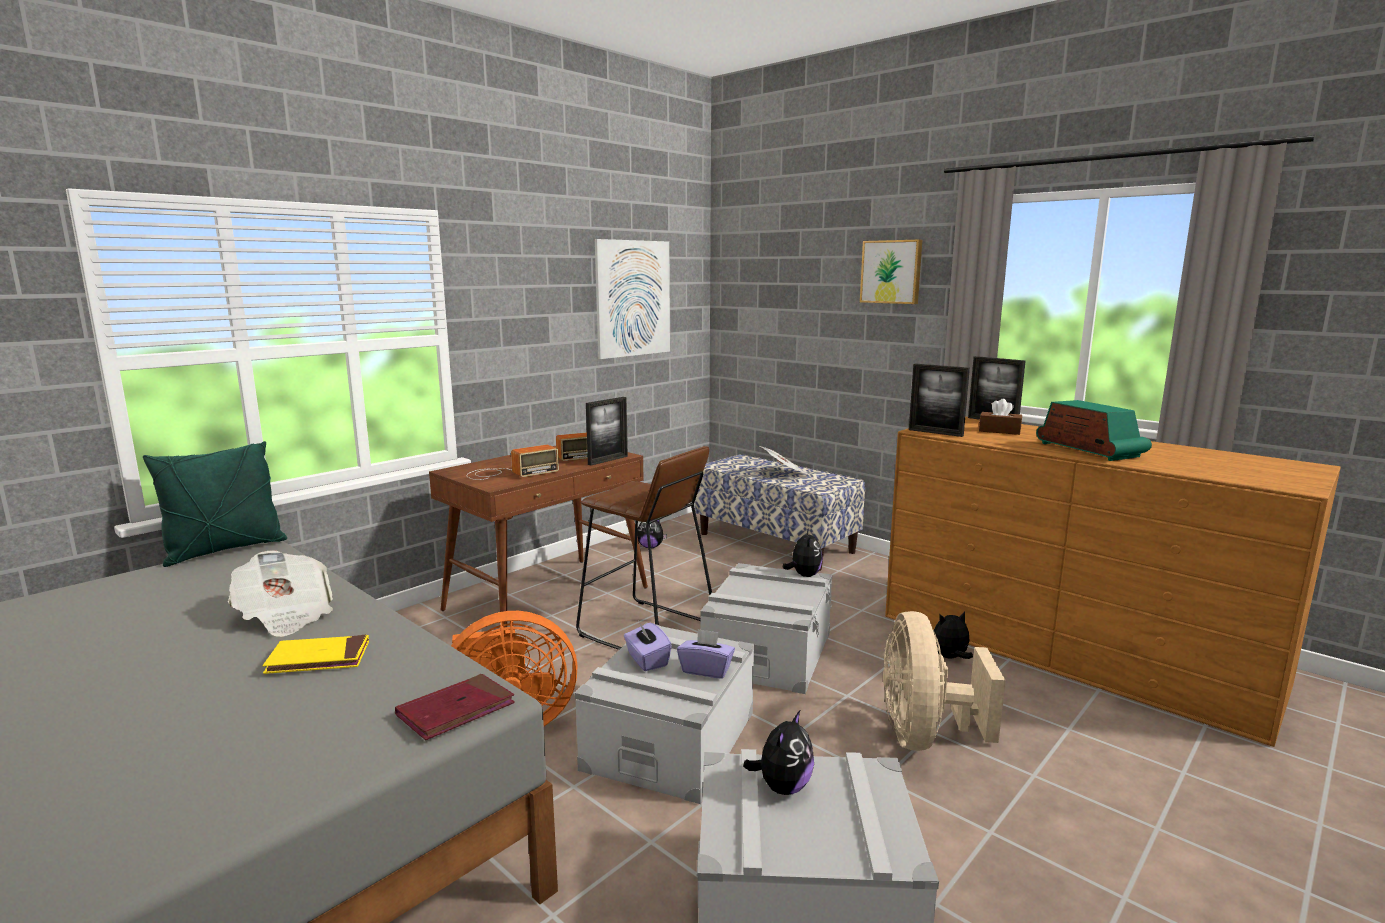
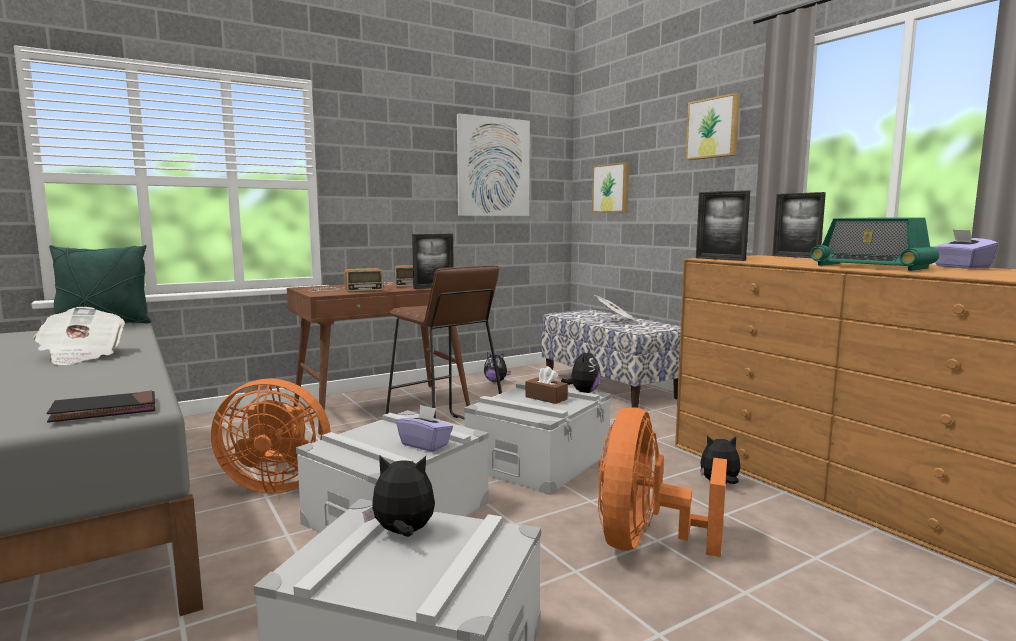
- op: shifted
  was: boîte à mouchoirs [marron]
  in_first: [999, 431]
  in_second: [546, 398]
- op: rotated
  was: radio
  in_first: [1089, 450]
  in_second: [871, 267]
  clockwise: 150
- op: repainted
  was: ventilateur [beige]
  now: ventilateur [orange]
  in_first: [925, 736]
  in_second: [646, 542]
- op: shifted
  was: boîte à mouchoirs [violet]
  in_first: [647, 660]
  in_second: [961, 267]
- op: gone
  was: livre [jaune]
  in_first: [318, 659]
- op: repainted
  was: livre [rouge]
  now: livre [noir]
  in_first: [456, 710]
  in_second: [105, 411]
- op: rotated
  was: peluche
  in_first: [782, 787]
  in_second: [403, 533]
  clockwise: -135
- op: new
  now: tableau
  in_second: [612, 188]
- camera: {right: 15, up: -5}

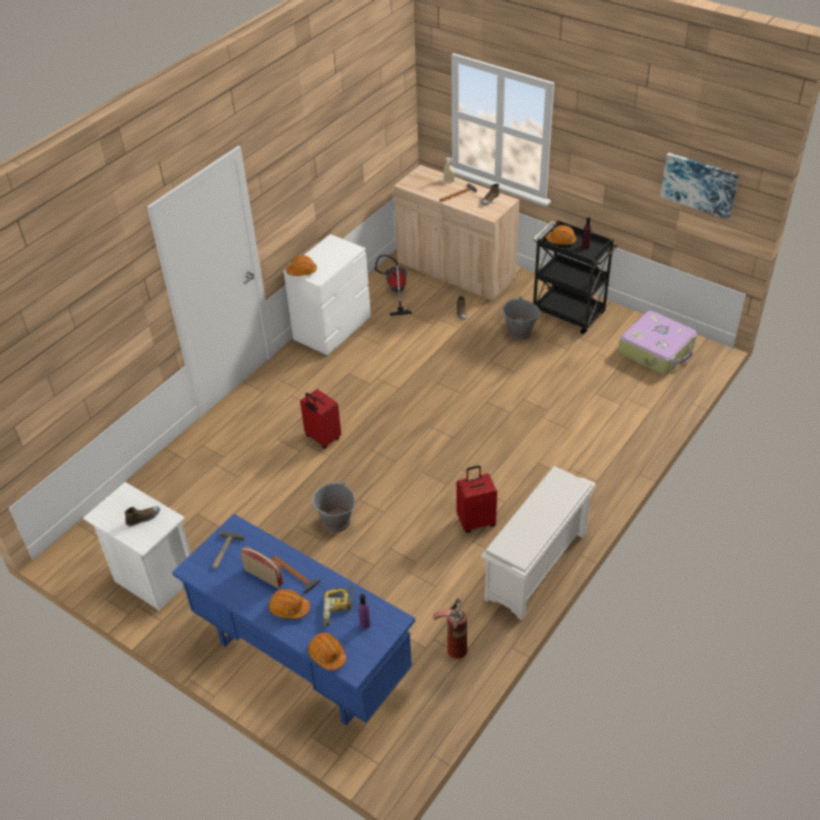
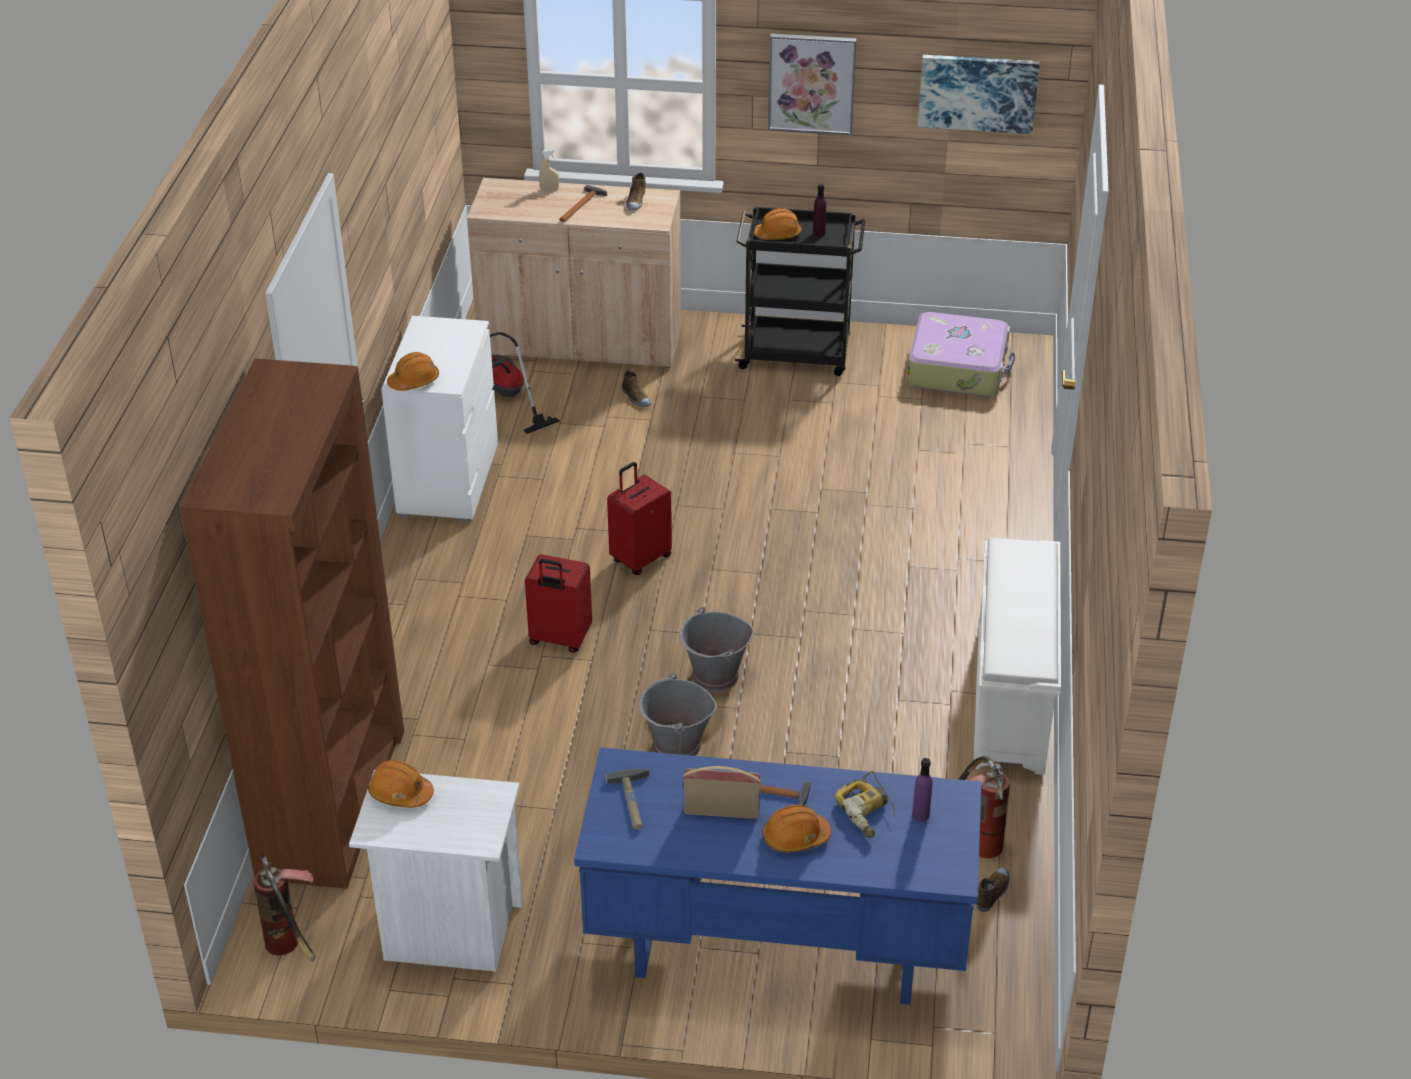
- op: shifted
  was: seau [gris]
  in_first: [519, 333]
  in_second: [715, 676]
- op: shifted
  was: valise [rouge]
  in_first: [476, 521]
  in_second: [640, 558]
- op: shifted
  was: chaussure
  in_first: [143, 518]
  in_second: [993, 892]
- op: shifted
  was: casque de chantier [orange]
  in_first: [327, 654]
  in_second: [400, 793]
- op: new
  now: tableau
  in_second: [811, 83]
- op: new
  now: bibliothèque [marron]
  in_second: [332, 802]
- op: new
  now: extincteur
  in_second: [292, 948]
- camera: {right: -30, up: -5}

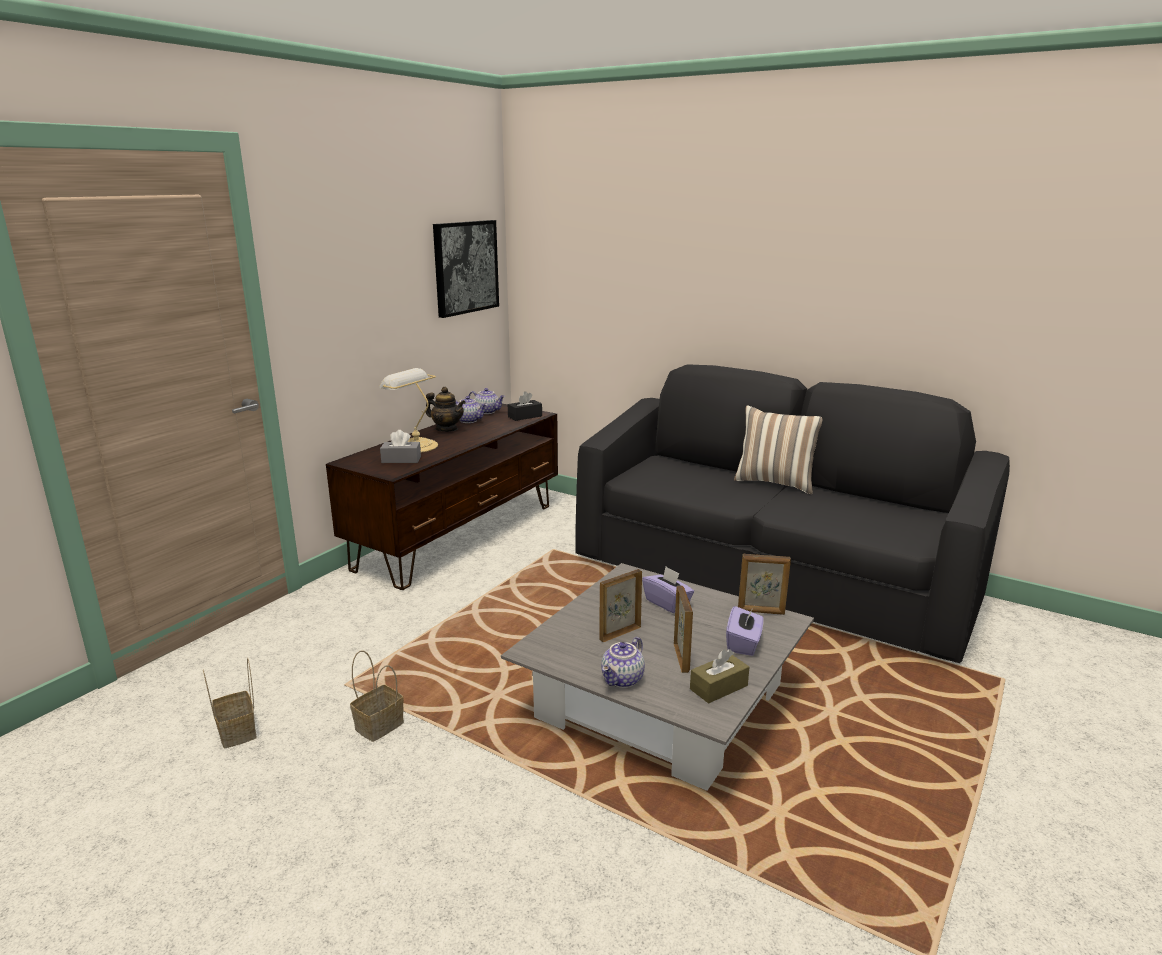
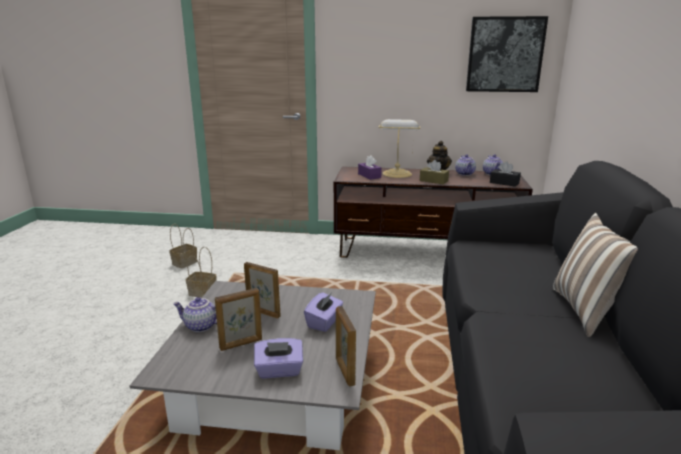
- op: repainted
  was: boîte à mouchoirs [gris]
  now: boîte à mouchoirs [violet]
  in_first: [401, 459]
  in_second: [369, 176]
- op: shifted
  was: boîte à mouchoirs [marron]
  in_first: [718, 687]
  in_second: [433, 181]
- camera: {right: 65, up: 0}

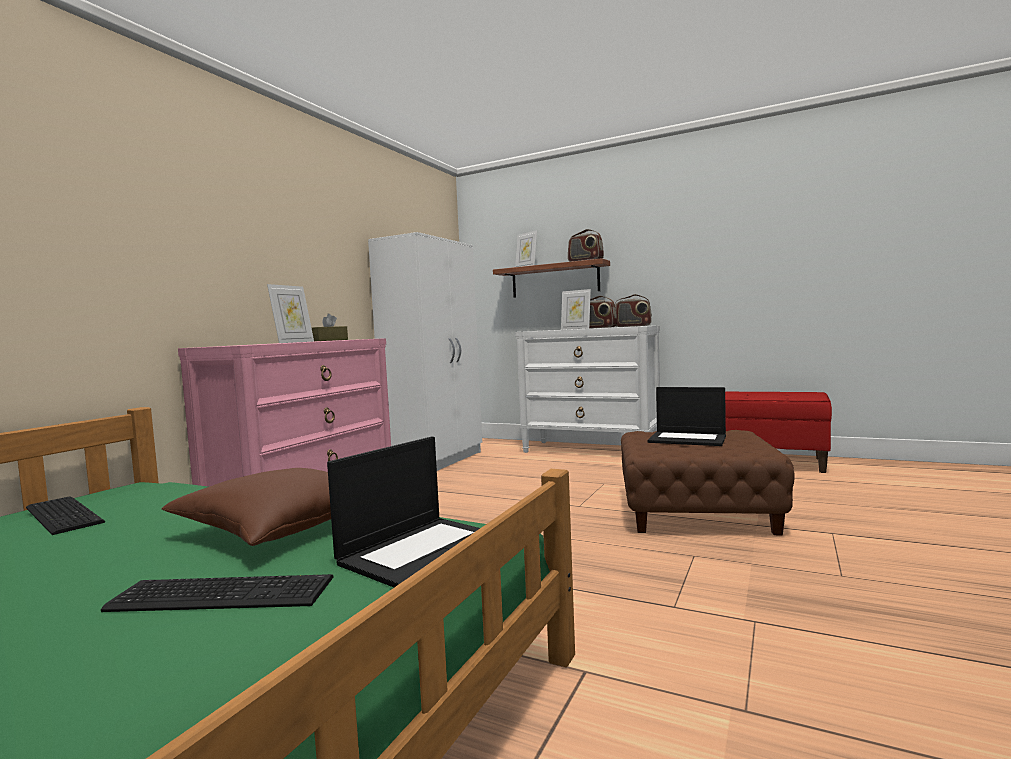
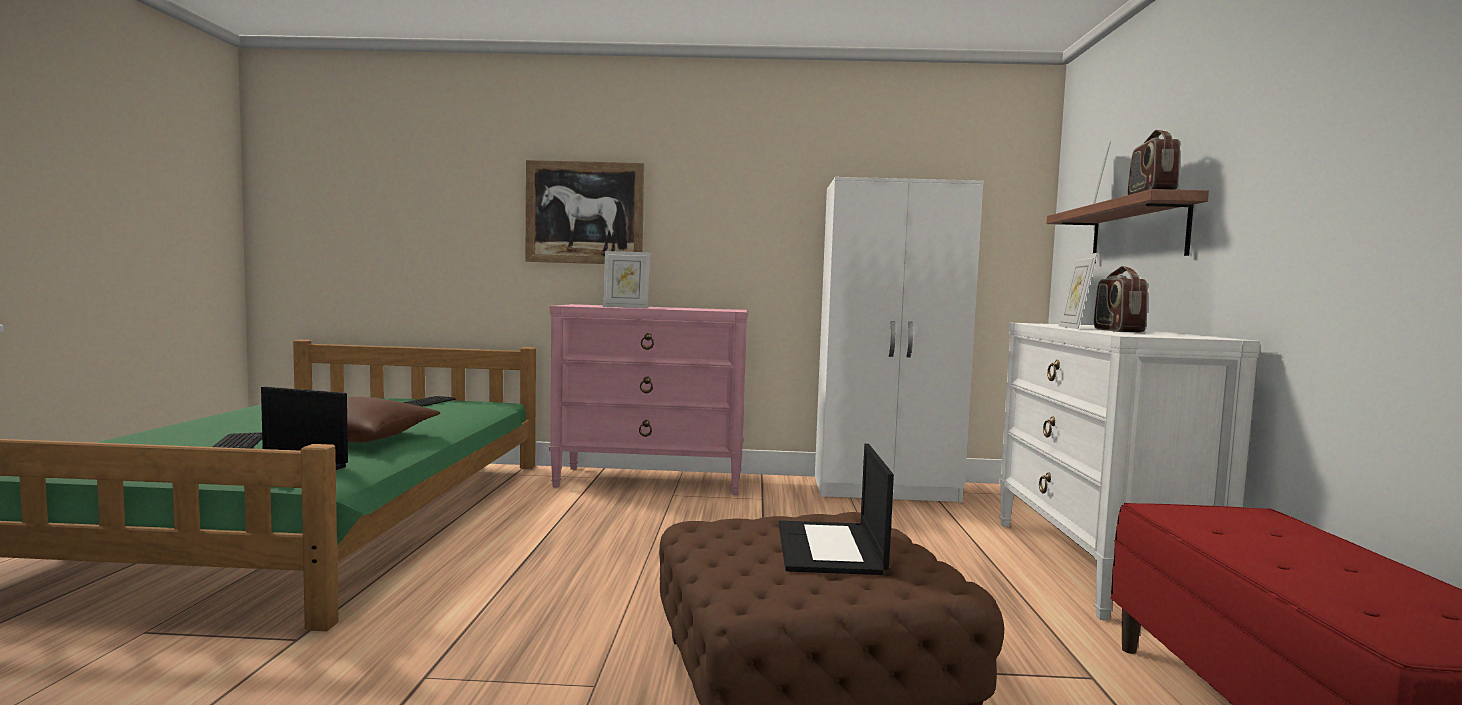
- op: gone
  was: radio
  in_first: [632, 326]
- op: gone
  was: boîte à mouchoirs [marron]
  in_first: [329, 340]
- op: new
  now: tableau
  in_second: [585, 213]
- camera: {right: 65, up: 0}

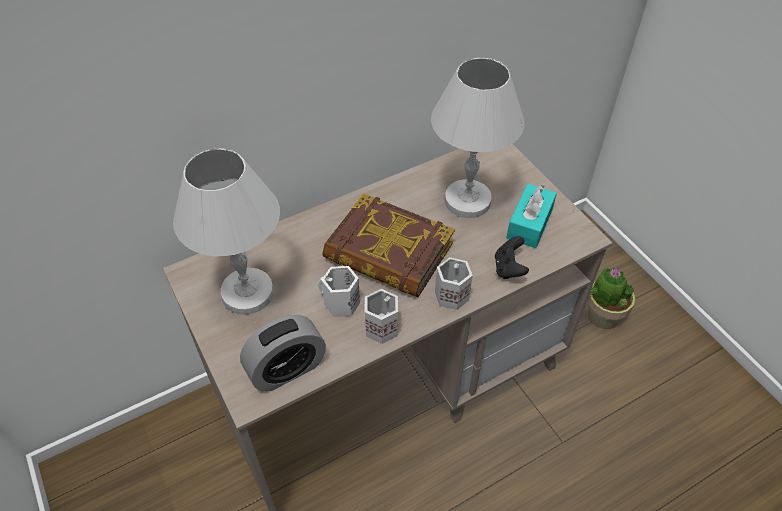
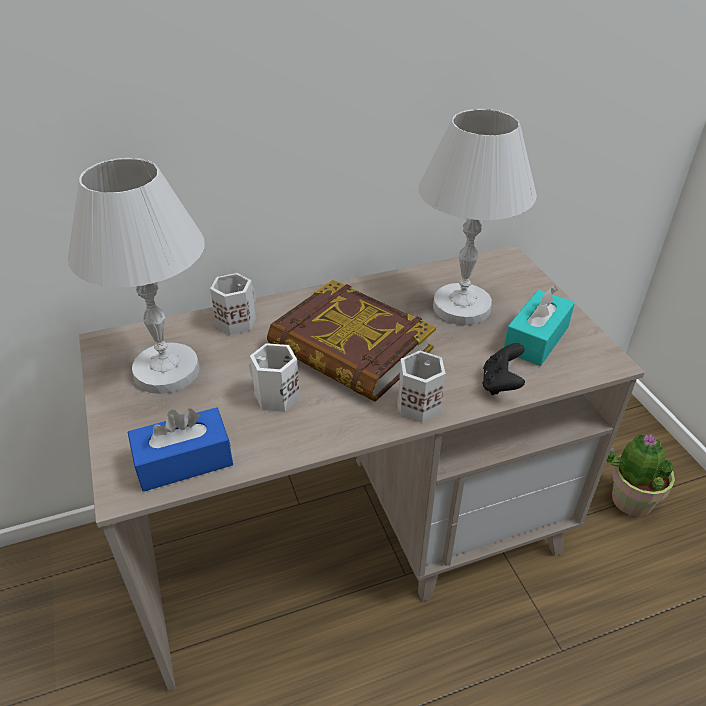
- op: shifted
  was: mug [blanc]
  in_first: [381, 326]
  in_second: [236, 321]
- op: swapped
  was: réveil
  now: boîte à mouchoirs [bleu]
  in_first: [287, 369]
  in_second: [184, 461]
- camera: {right: 10, up: -10}

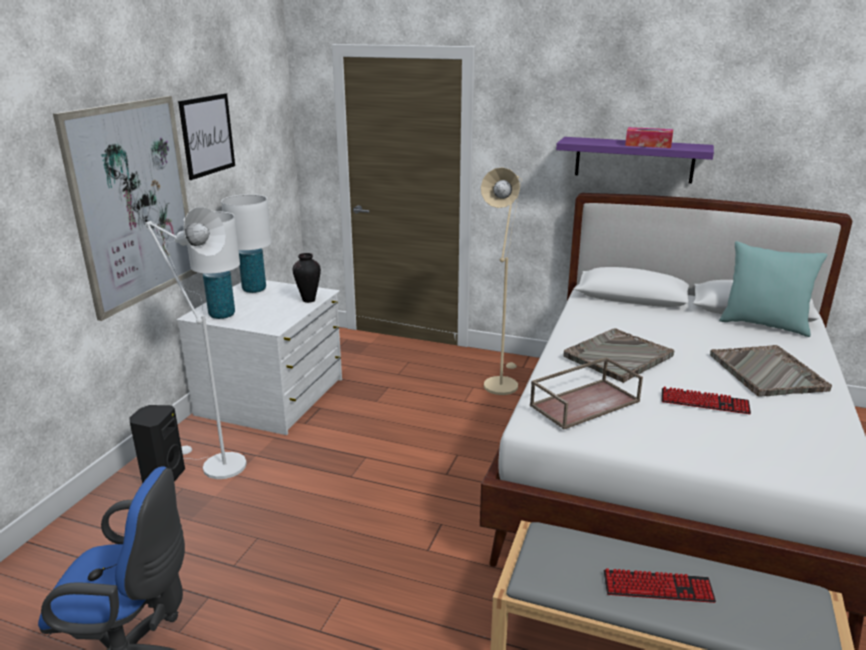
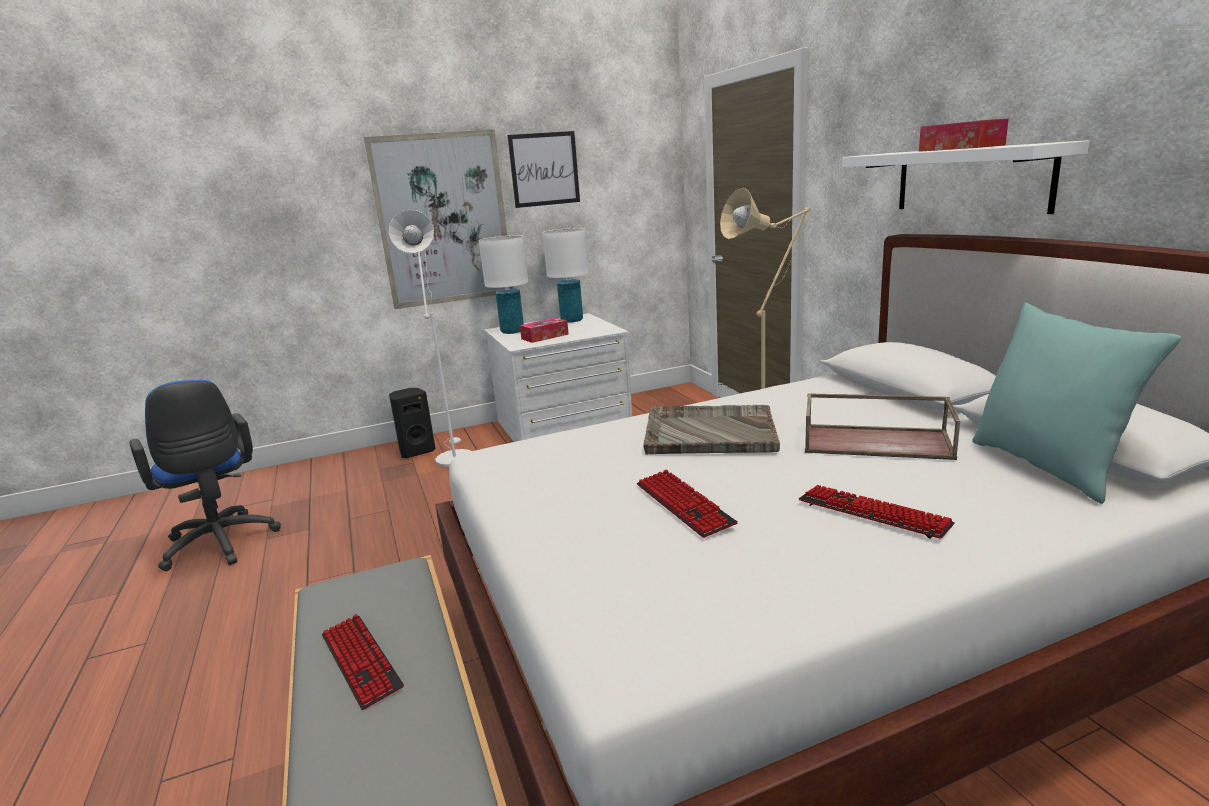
- op: repainted
  was: étagère [violet]
  now: étagère [blanc]
  in_first: [634, 160]
  in_second: [971, 179]
- op: gone
  was: vase
  in_first: [308, 300]
- op: swapped
  was: plateau [gris]
  now: clavier
  in_first: [767, 373]
  in_second: [872, 513]
- op: shifted
  was: plateau [marron]
  in_first: [585, 402]
  in_second: [877, 441]
- op: new
  now: boîte à mouchoirs
  in_second: [545, 336]
- camera: {right: 50, up: -5}

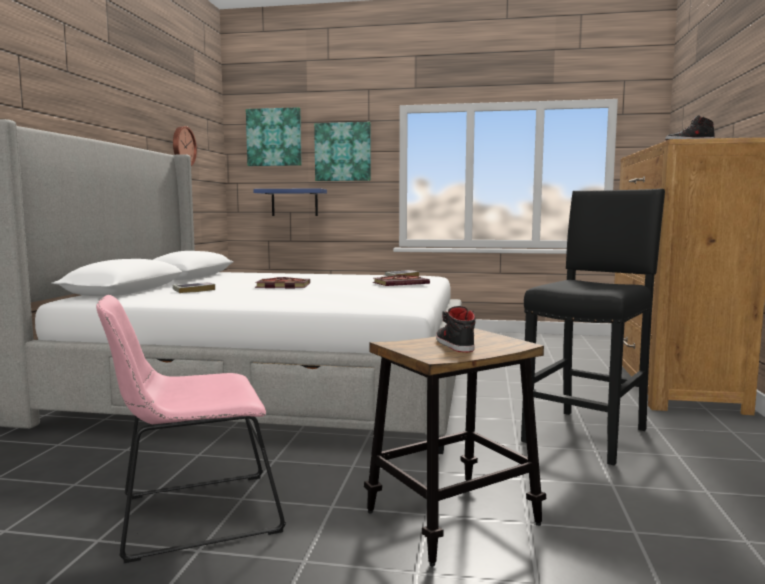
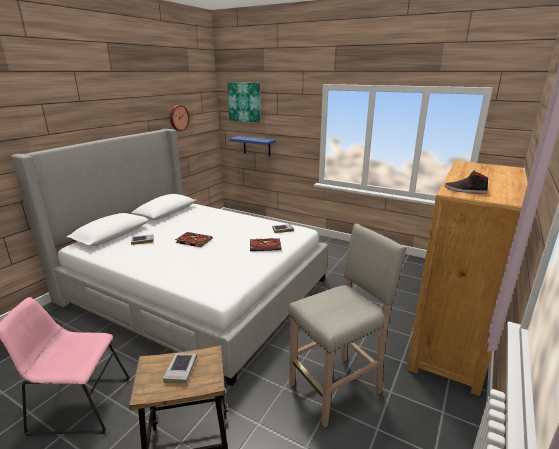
- op: gone
  was: tableau
  in_first: [343, 152]
- op: repainted
  was: tabouret [noir]
  now: tabouret [beige]
  in_first: [588, 434]
  in_second: [337, 388]
- op: swapped
  was: chaussure [noir]
  now: livre
  in_first: [453, 344]
  in_second: [181, 370]
- camera: {right: 20, up: 15}

